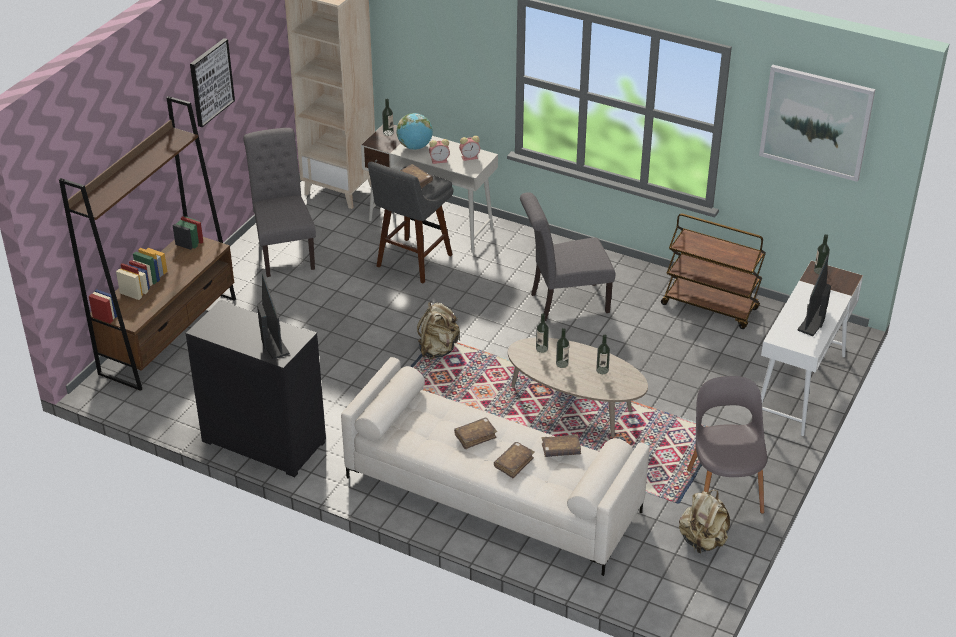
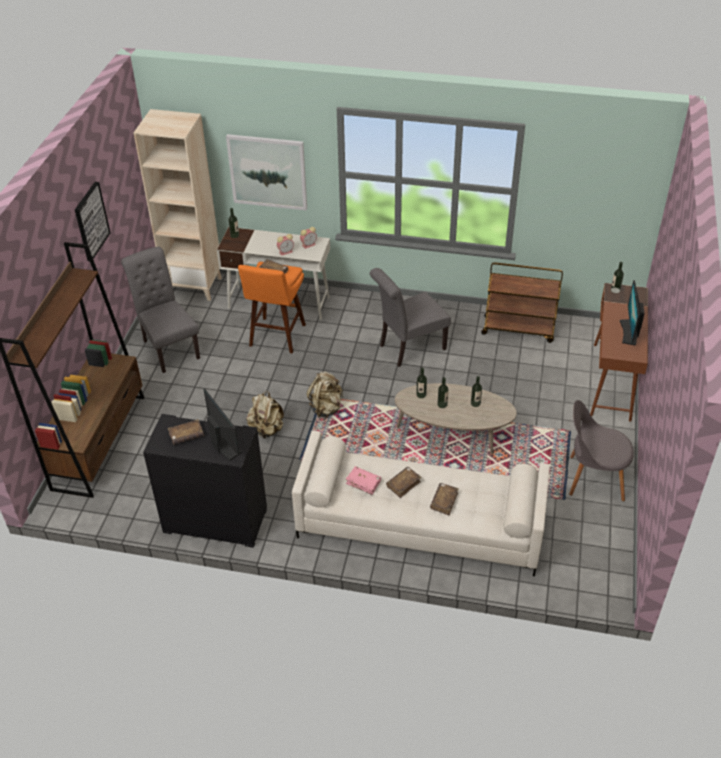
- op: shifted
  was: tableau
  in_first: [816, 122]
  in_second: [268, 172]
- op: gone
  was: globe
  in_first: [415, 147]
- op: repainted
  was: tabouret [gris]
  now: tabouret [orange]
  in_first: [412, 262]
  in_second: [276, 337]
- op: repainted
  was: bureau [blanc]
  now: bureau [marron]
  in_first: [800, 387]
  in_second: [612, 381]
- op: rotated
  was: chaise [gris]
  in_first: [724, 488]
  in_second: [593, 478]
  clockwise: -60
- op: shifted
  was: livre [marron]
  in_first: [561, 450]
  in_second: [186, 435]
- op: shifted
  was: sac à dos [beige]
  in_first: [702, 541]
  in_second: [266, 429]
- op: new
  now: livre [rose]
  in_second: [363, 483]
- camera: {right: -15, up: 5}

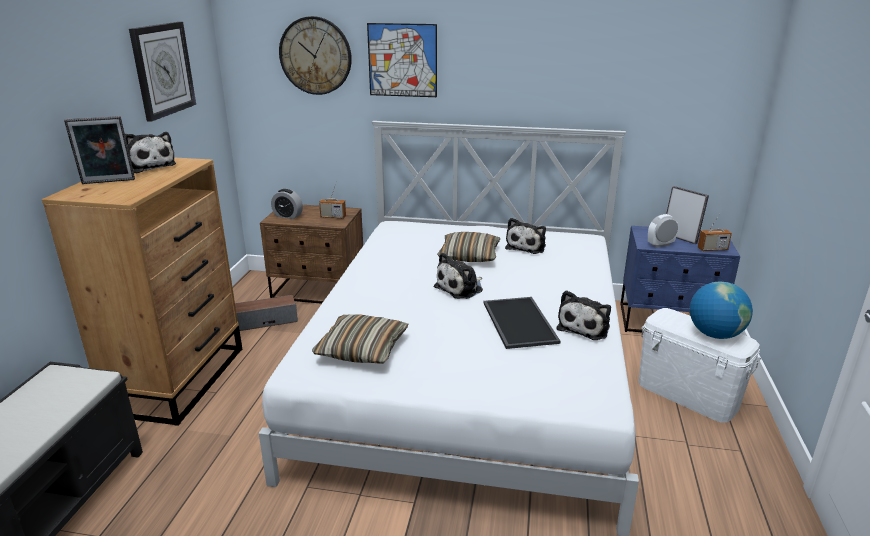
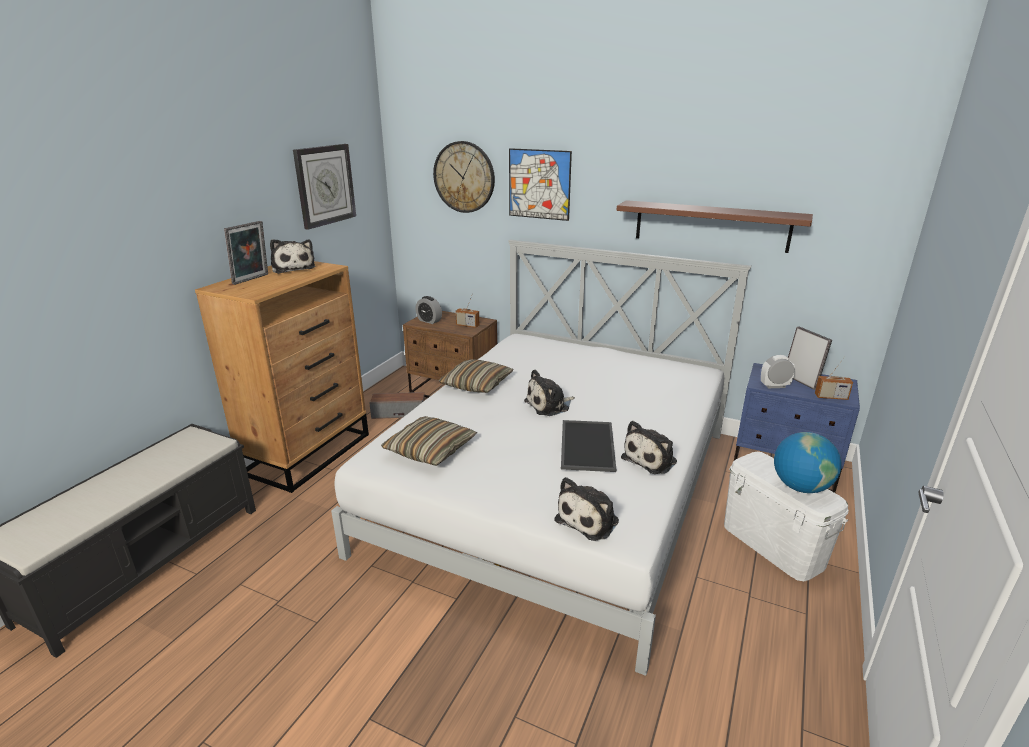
- op: rotated
  was: cadre photo
  in_first: [108, 182]
  in_second: [252, 279]
  clockwise: -60
- op: shifted
  was: peluche
  in_first: [527, 246]
  in_second: [589, 519]
- op: shifted
  was: coussin
  in_first: [469, 255]
  in_second: [476, 384]
- op: new
  now: étagère [marron]
  in_second: [711, 226]
- camera: {right: 15, up: 0}

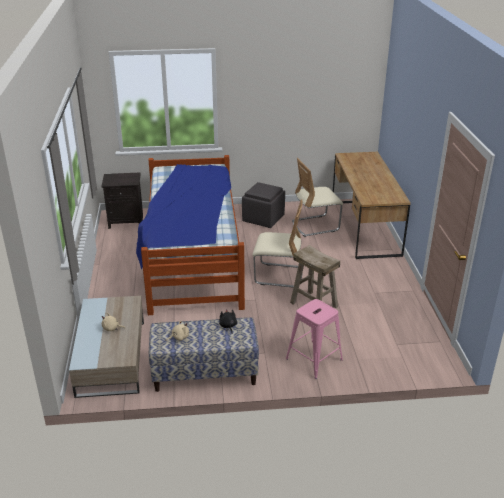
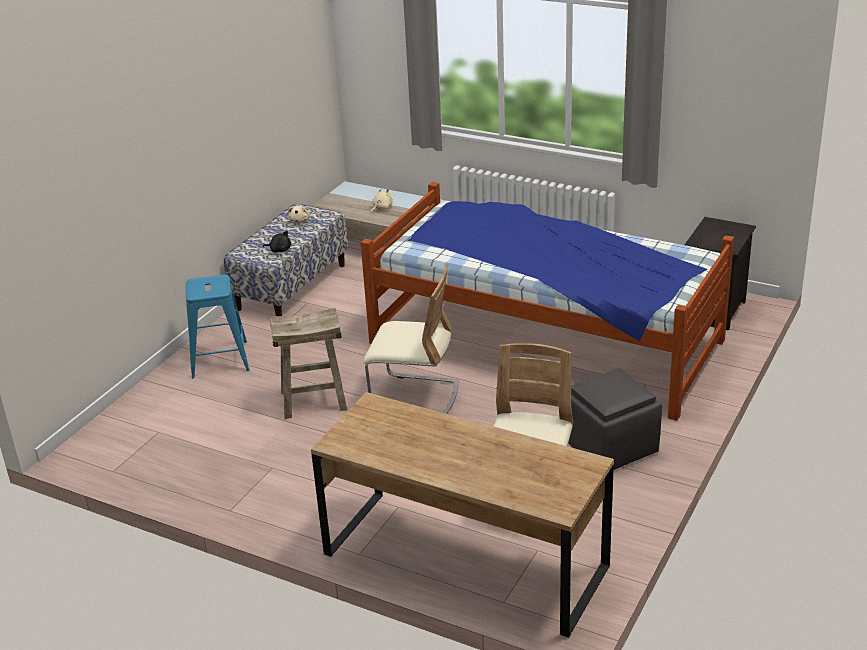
- op: rotated
  was: chaise [beige]
  in_first: [278, 275]
  in_second: [414, 397]
  clockwise: -120
- op: repainted
  was: tabouret [rose]
  now: tabouret [bleu]
  in_first: [314, 359]
  in_second: [220, 359]
- camera: {right: 125, up: 0}

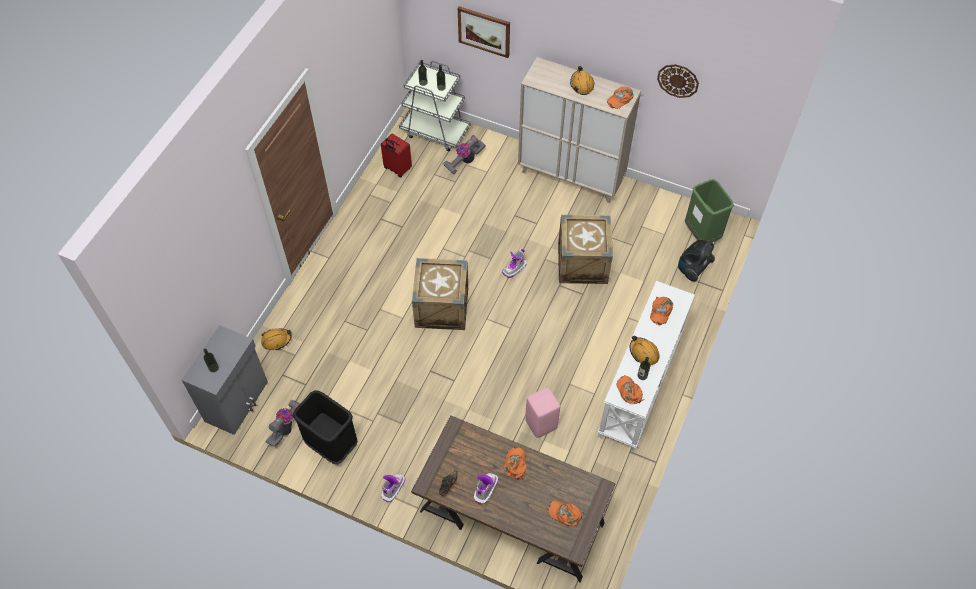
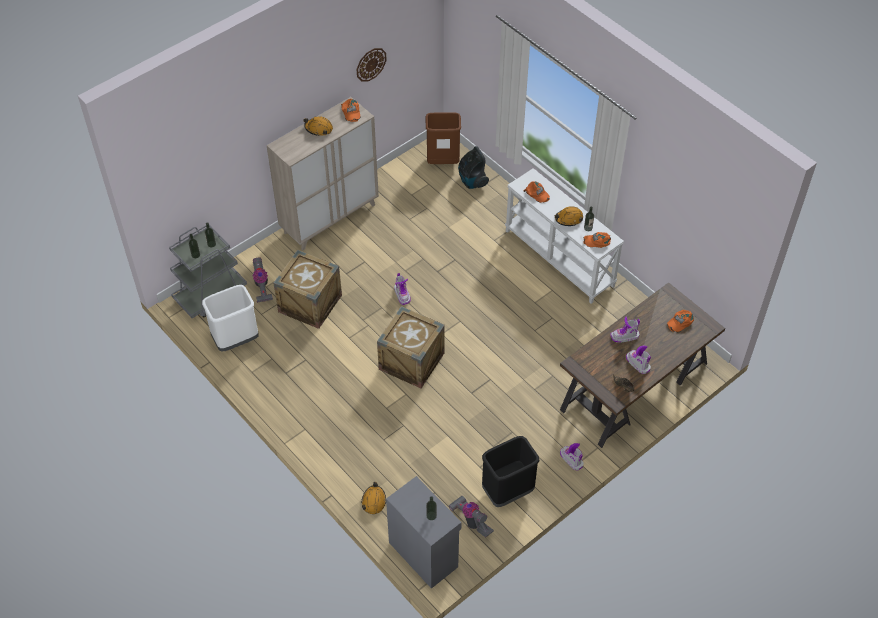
- op: gone
  was: tableau
  in_first: [484, 31]
- op: swapped
  was: valise [rouge]
  now: poubelle [blanc]
  in_first: [397, 169]
  in_second: [235, 340]
- op: repainted
  was: poubelle [vert]
  now: poubelle [marron]
  in_first: [701, 234]
  in_second: [443, 161]
- op: shifted
  was: caisse
  in_first: [582, 263]
  in_second: [310, 303]
- op: gone
  was: tabouret [rose]
  in_first: [541, 424]
- op: swapped
  was: casquette [orange]
  now: botte
  in_first: [515, 464]
  in_second: [625, 336]
- camera: {right: -65, up: -5}

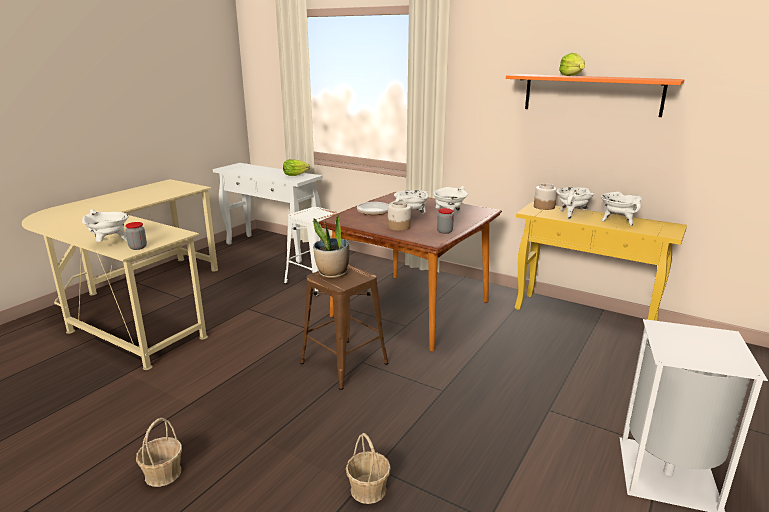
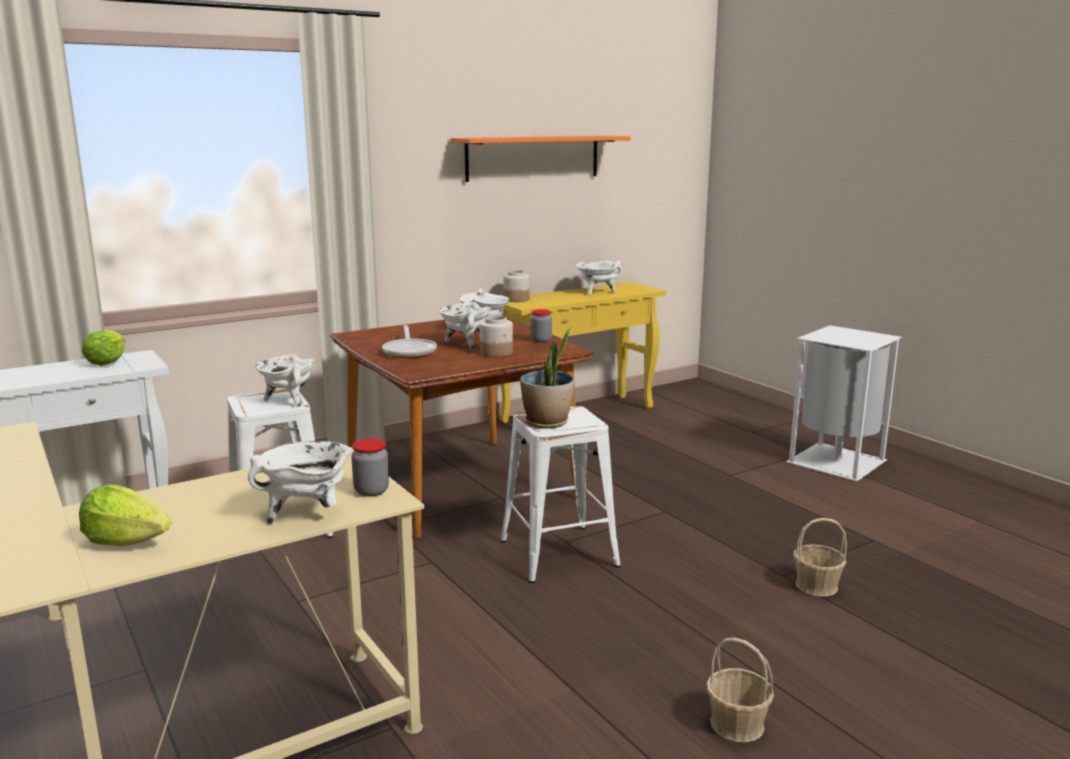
- op: shifted
  was: laitue
  in_first: [571, 76]
  in_second: [126, 541]
- op: shifted
  was: marmite [blanc]
  in_first: [571, 214]
  in_second: [288, 401]
- op: repainted
  was: tabouret [marron]
  now: tabouret [blanc]
  in_first: [343, 363]
  in_second: [559, 553]
- camera: {right: -65, up: -5}

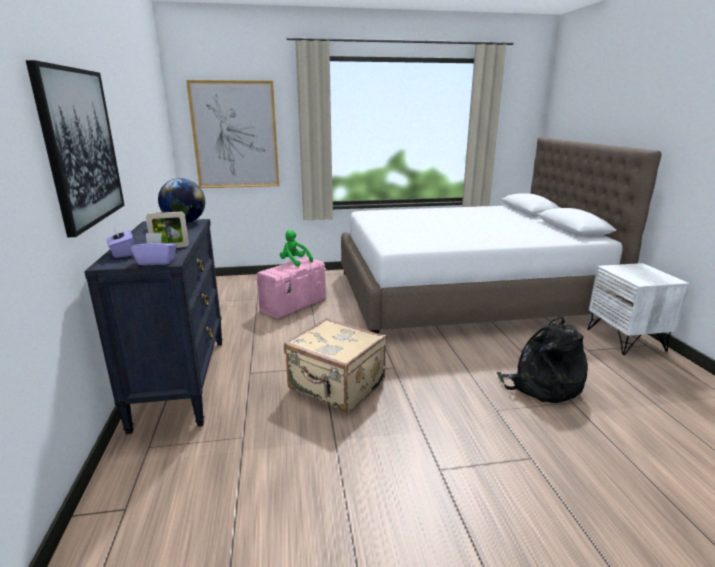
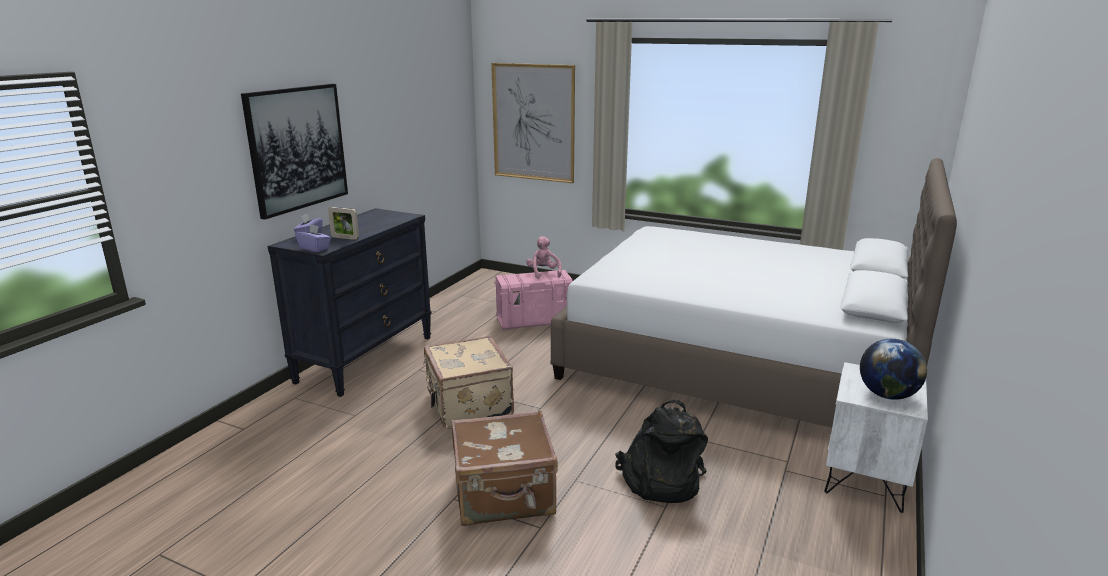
- op: shifted
  was: globe
  in_first: [185, 222]
  in_second: [887, 395]
- op: repainted
  was: peluche [vert]
  now: peluche [rose]
  in_first: [294, 262]
  in_second: [543, 273]
- op: new
  now: valise [marron]
  in_second: [505, 496]
- camera: {right: 35, up: 0}

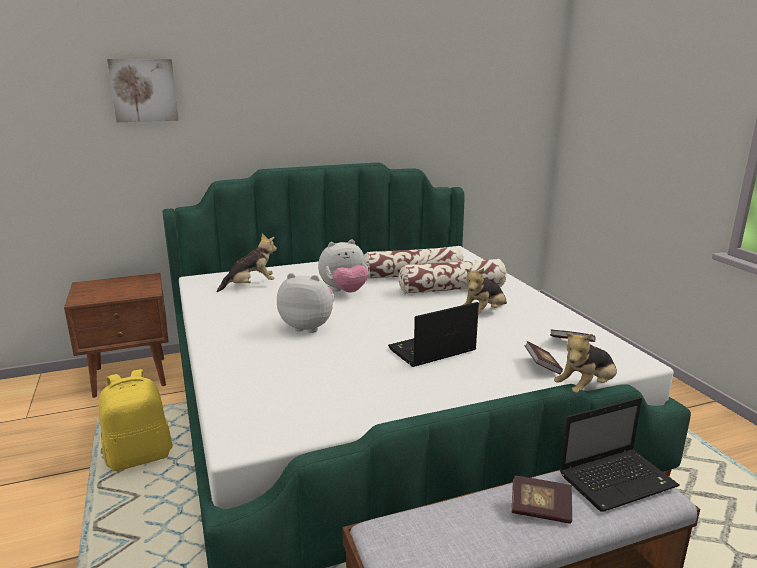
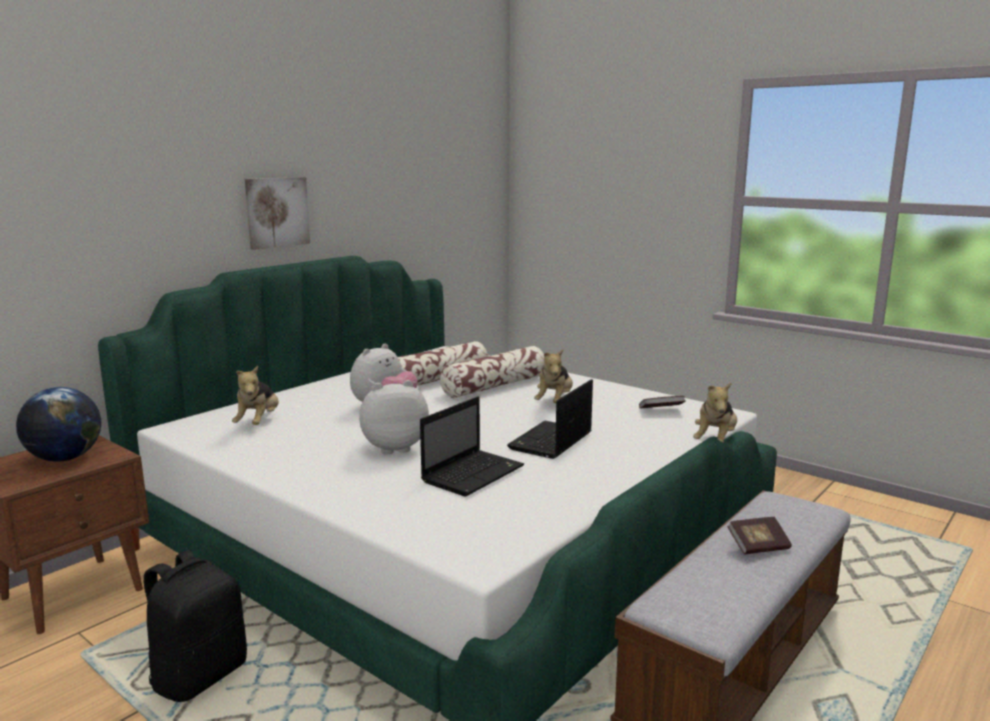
- op: shifted
  was: tableau
  in_first: [144, 90]
  in_second: [276, 212]
- op: rotated
  was: peluche
  in_first: [251, 286]
  in_second: [258, 422]
  clockwise: 150
- op: gone
  was: livre
  in_first: [542, 366]
- op: repainted
  was: sac à dos [jaune]
  now: sac à dos [noir]
  in_first: [140, 456]
  in_second: [199, 675]
- op: shifted
  was: ordinateur portable
  in_first: [618, 480]
  in_second: [474, 473]
- op: new
  now: globe
  in_second: [64, 458]
- camera: {right: -30, up: -5}

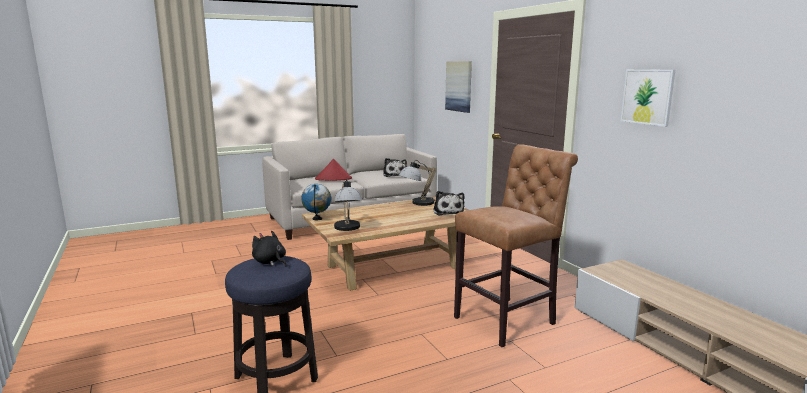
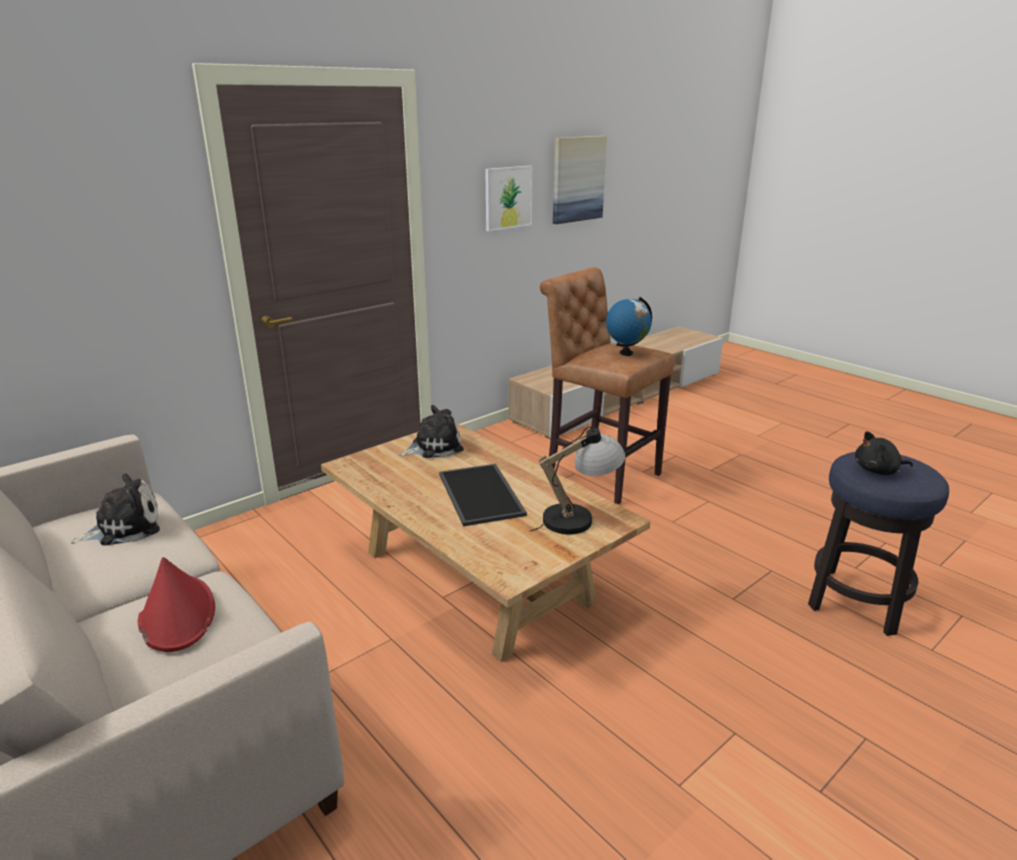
- op: shifted
  was: tableau
  in_first: [459, 86]
  in_second: [577, 179]
- op: gone
  was: lampe de table
  in_first: [417, 203]
- op: shifted
  was: globe
  in_first: [317, 219]
  in_second: [626, 353]
- op: rotated
  was: peluche [noir]
  in_first: [270, 262]
  in_second: [878, 471]
  clockwise: 60
- op: new
  now: plateau
  in_second: [482, 494]
- camera: {right: -105, up: 10}

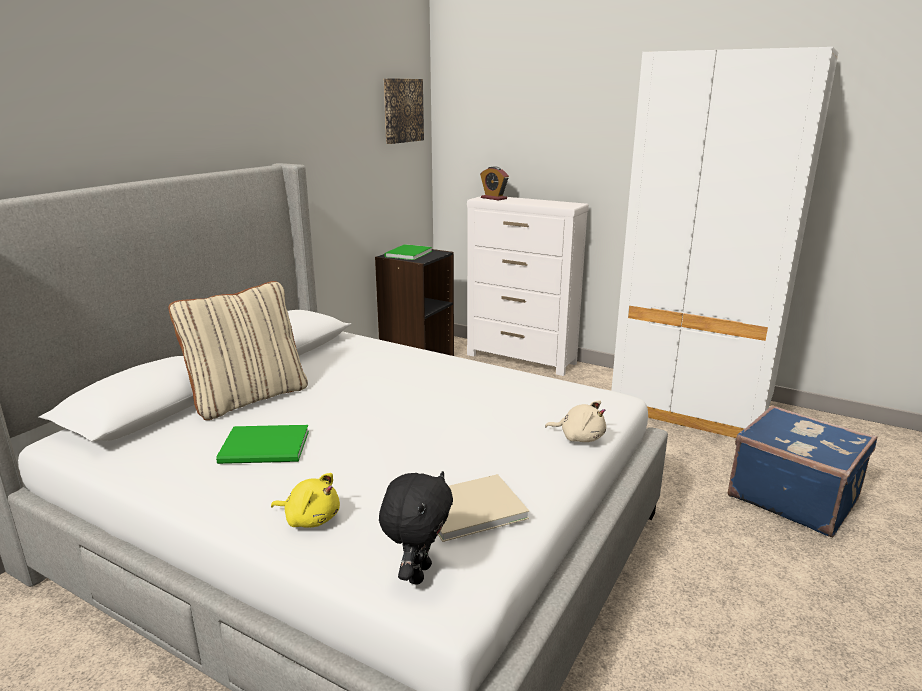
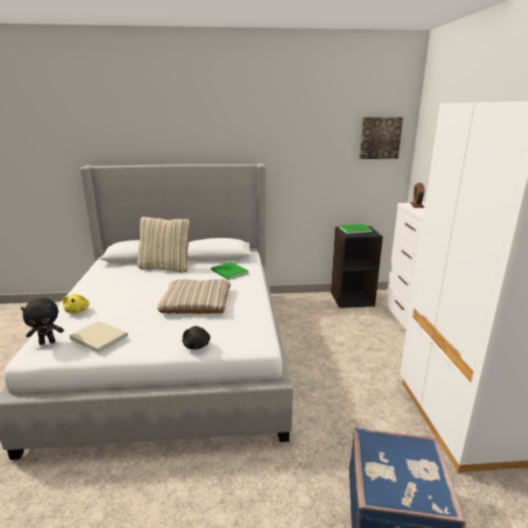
- op: repainted
  was: peluche [beige]
  now: peluche [noir]
  in_first: [579, 437]
  in_second: [196, 345]
- op: shifted
  was: livre [vert]
  in_first: [267, 448]
  in_second: [229, 272]
- op: new
  now: coussin [beige]
  in_second: [196, 302]
- camera: {right: 55, up: 0}

